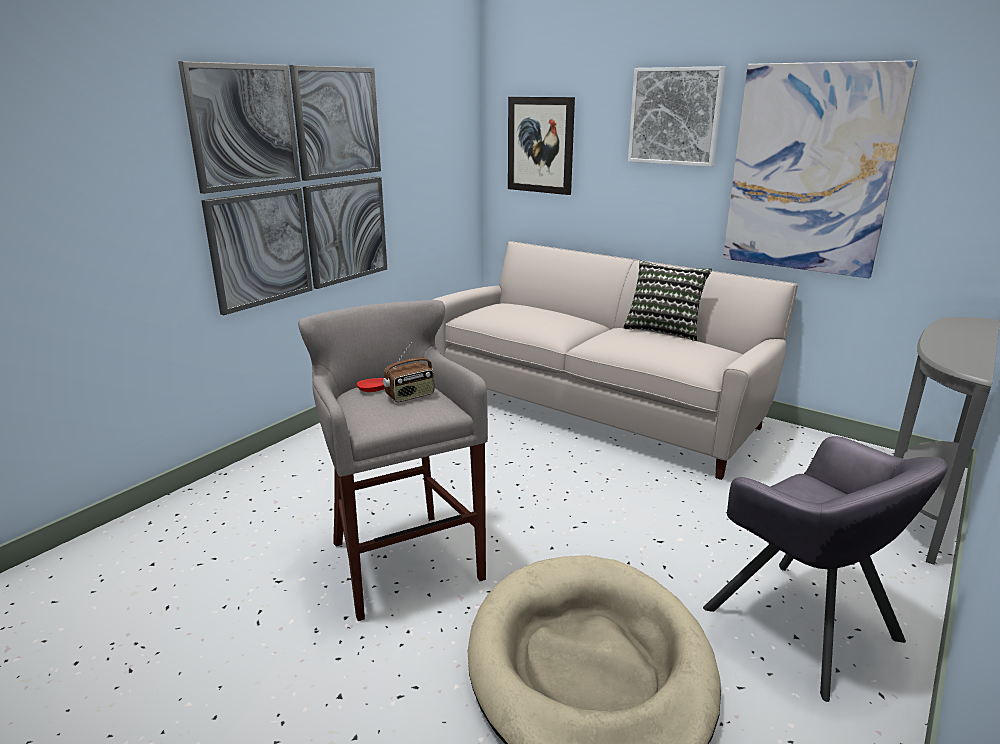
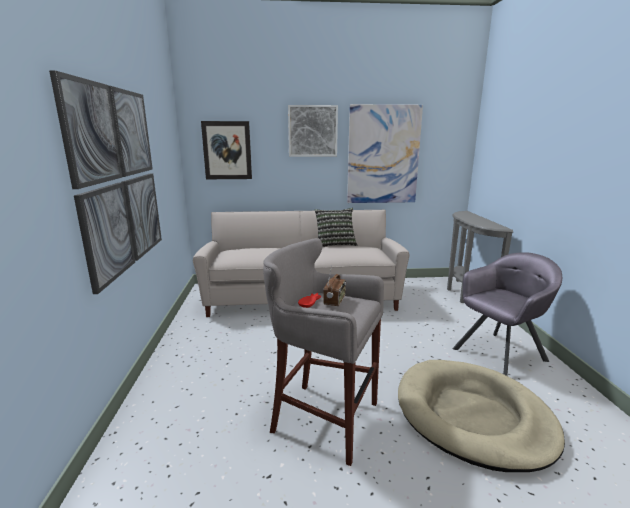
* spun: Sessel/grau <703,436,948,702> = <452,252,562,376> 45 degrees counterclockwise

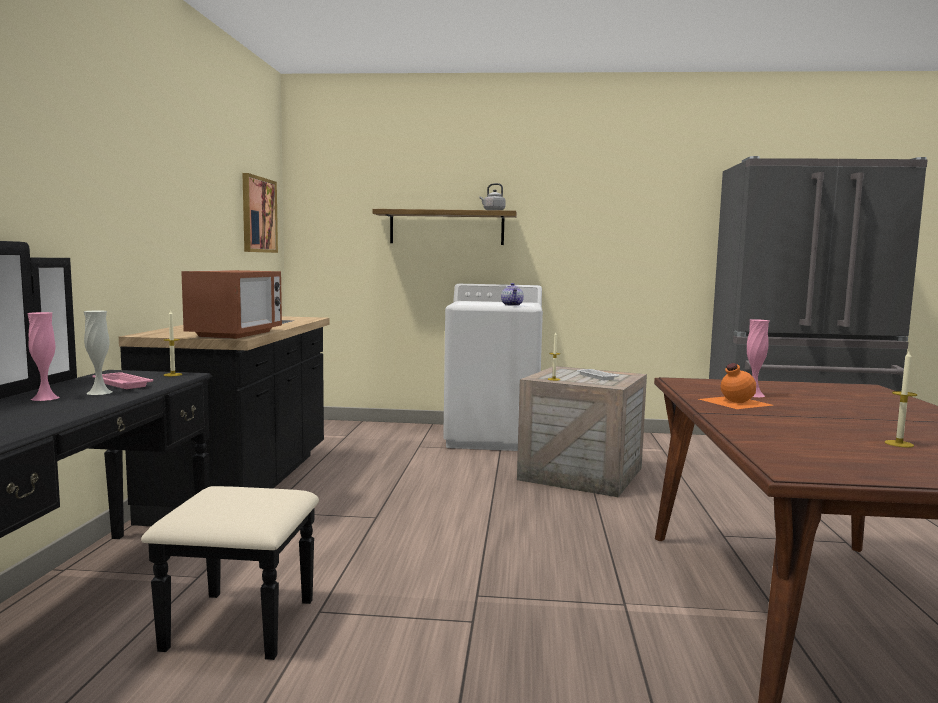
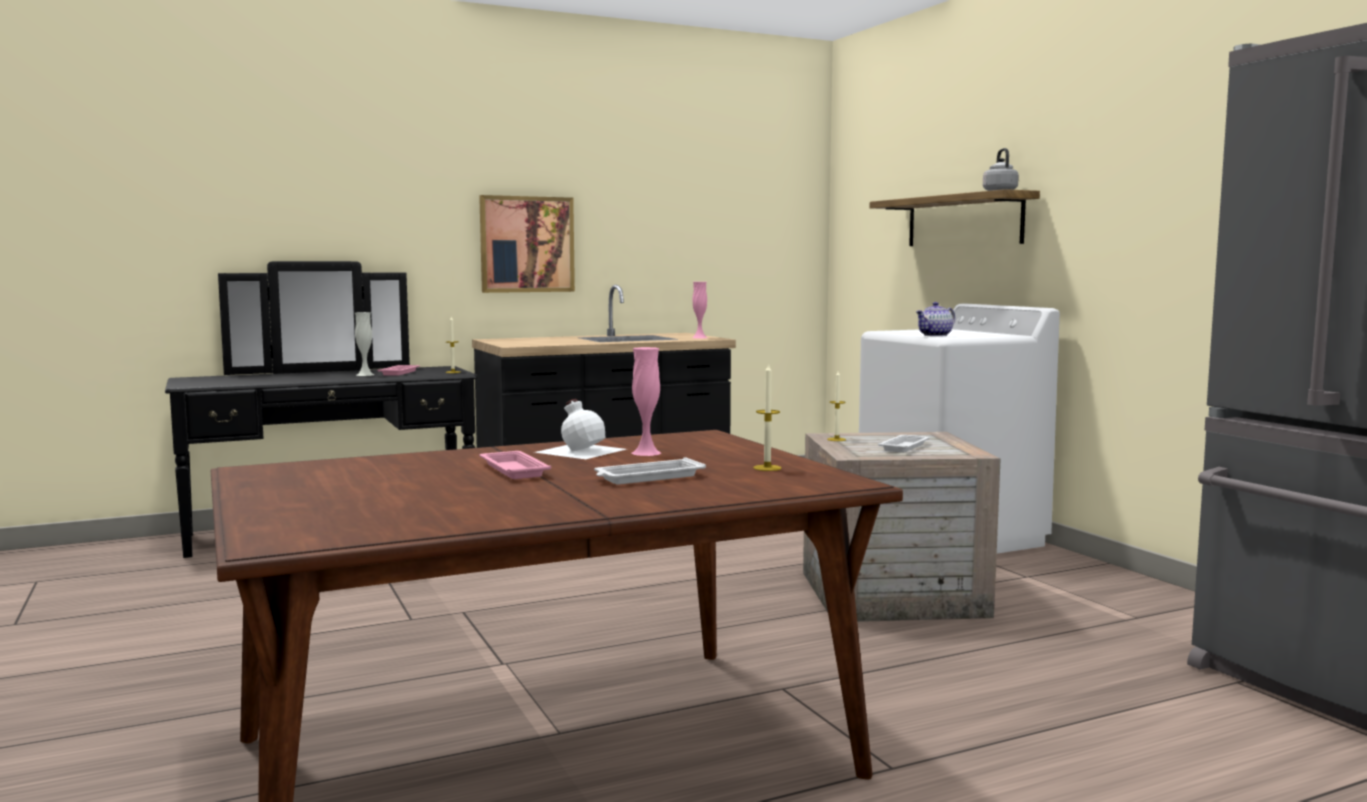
* relocated: Bild <242,173,278,253> to <479,195,575,293>
* missing: Mikrowelle <181,270,282,339>
* relocated: Vase/rosa <27,312,60,401> to <693,282,707,338>
* relocated: Kerze <885,351,917,448> to <753,363,781,471>
* colour: Flasche/orange <699,363,772,409> to Flasche/weiß <535,399,626,459>
* appeared: Tablett/rosa <479,451,551,479>
* appeared: Tablett/weiß <594,457,706,485>

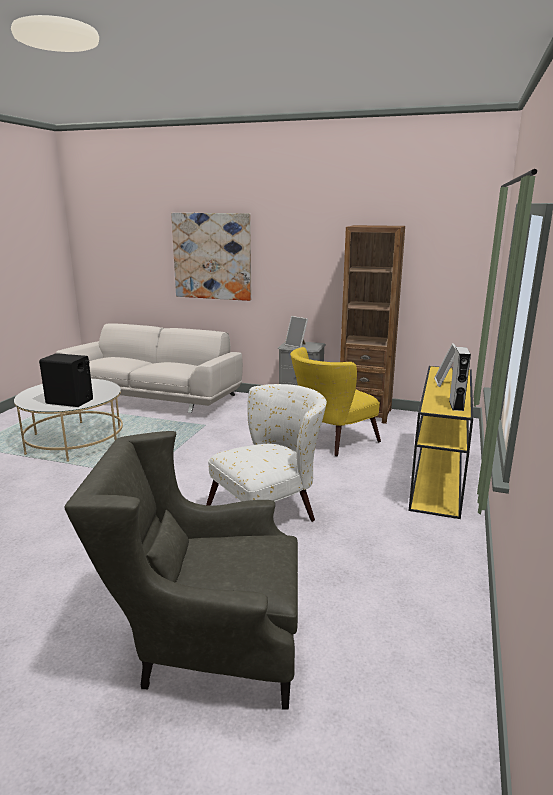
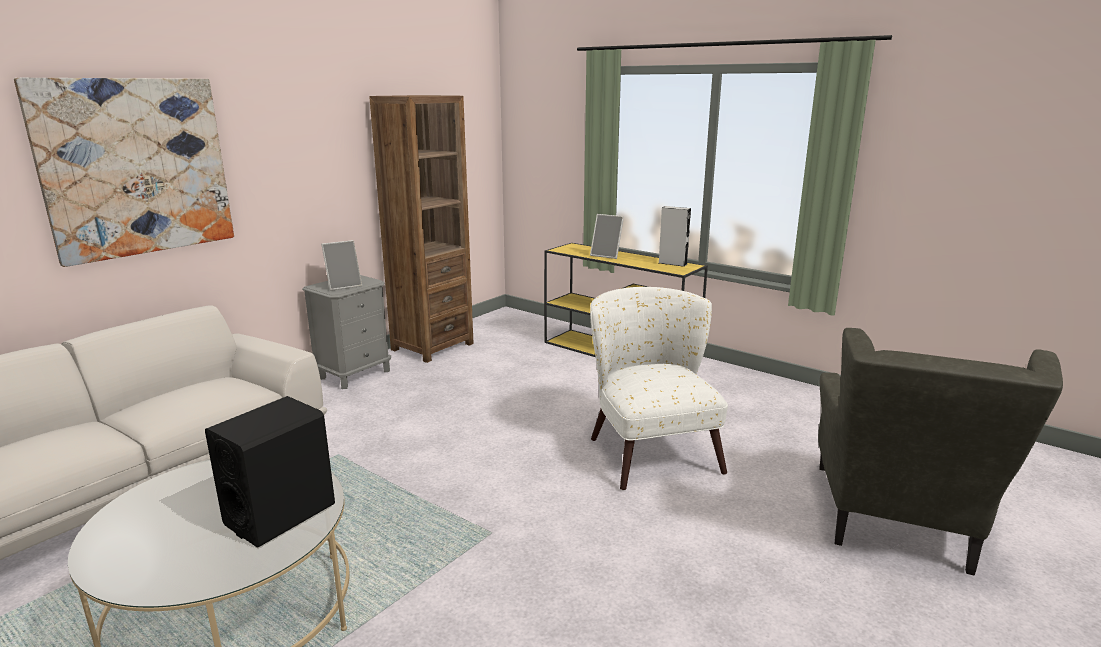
* missing: Sessel/gelb <290,347,381,457>

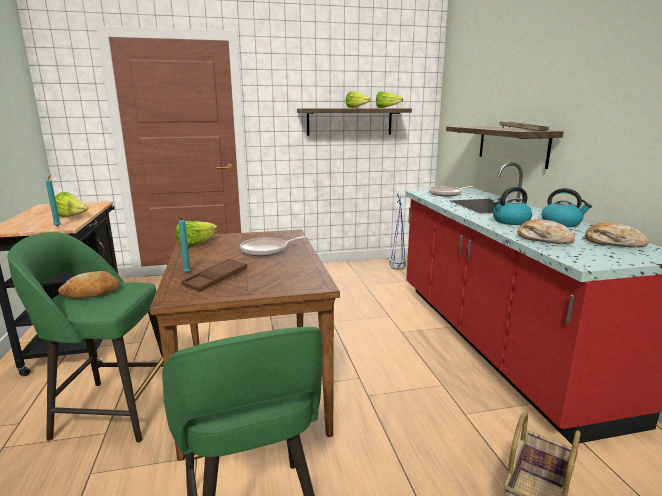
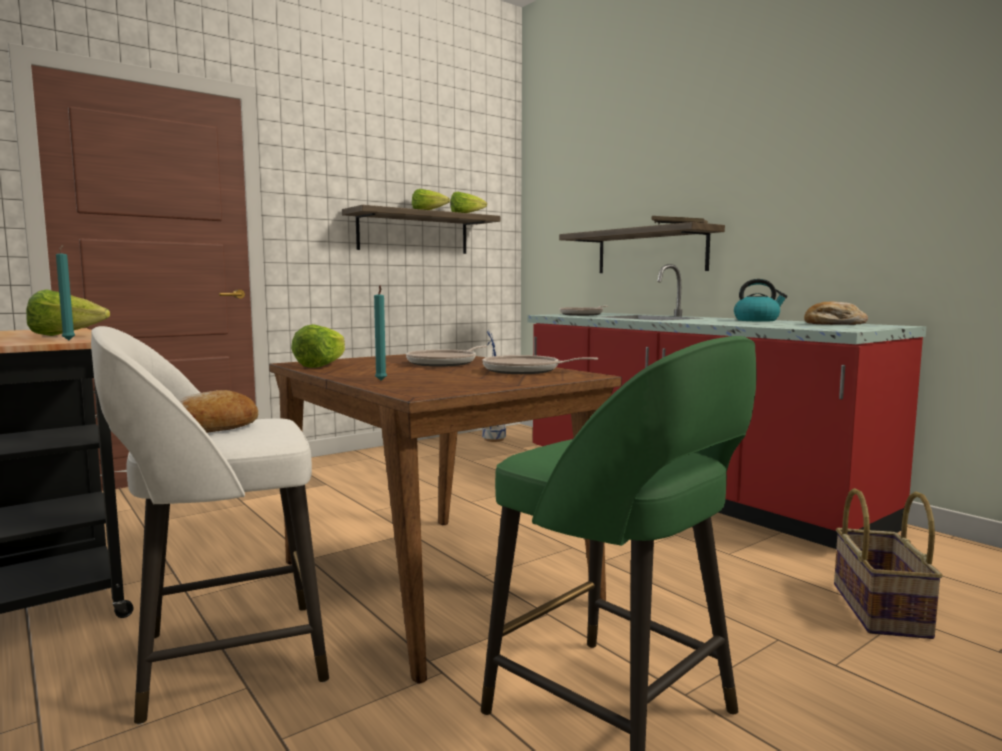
* missing: Wasserkessel <493,187,532,225>
* missing: Brot <518,219,575,244>
* colour: Hocker/grün <7,232,164,442> to Hocker/weiß <91,326,329,725>
* missing: Tablett/braun <181,258,247,292>
* appeared: Pfanne <483,355,598,374>

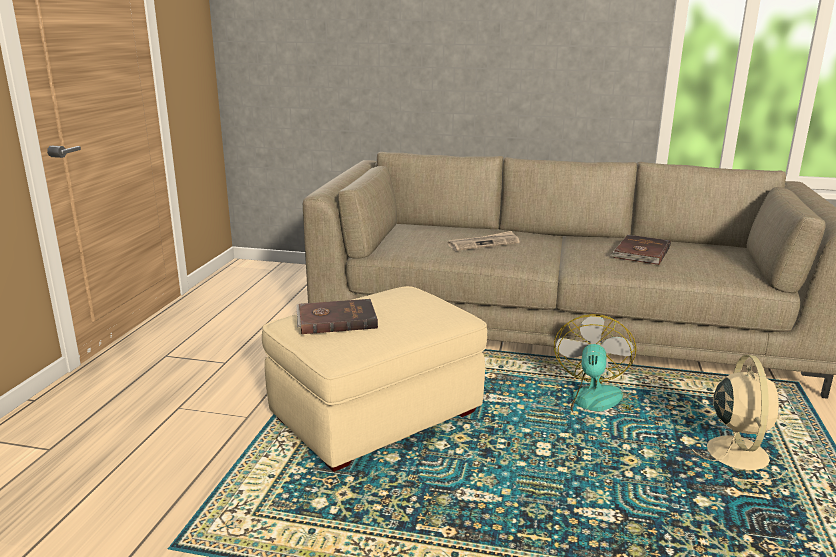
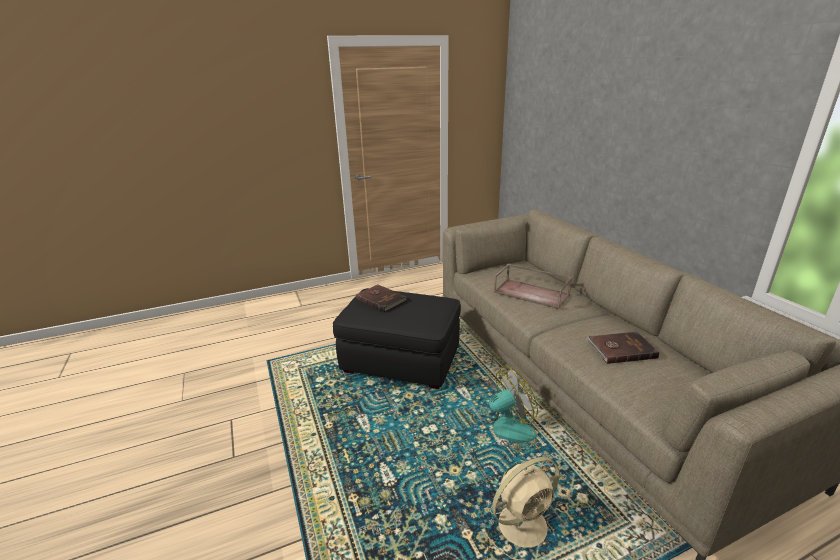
* exchanged: Zeitung <448,231,520,251> to Tablett/braun <493,264,572,309>
* colour: Polsterhocker/beige <262,286,487,472> to Polsterhocker/schwarz <333,288,461,389>

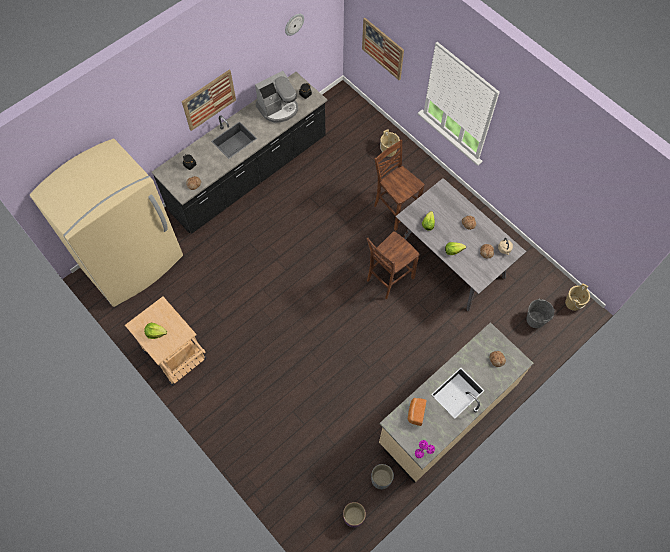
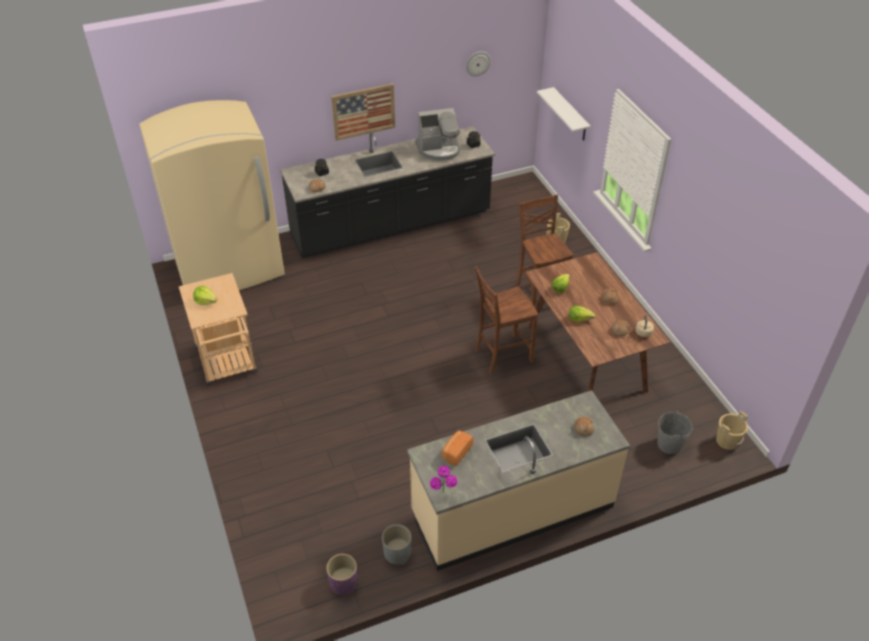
* exchanged: Bild <362,18,404,80> to Wandregal/weiß <537,87,591,141>
* colour: Esstisch/grau <396,178,526,311> to Esstisch/braun <525,252,670,393>

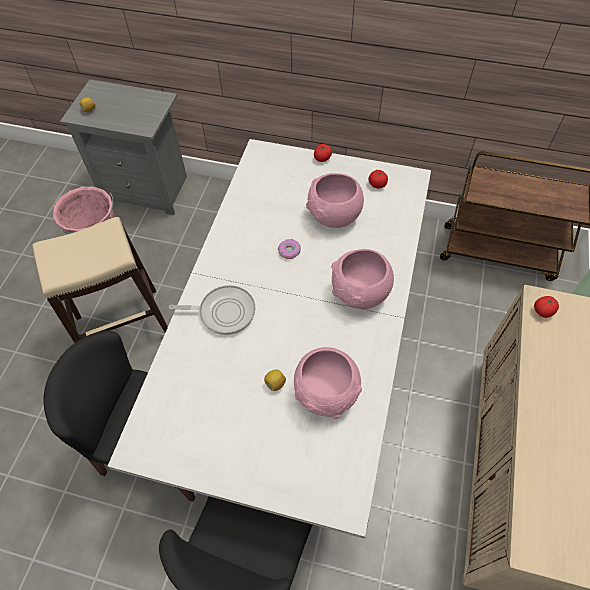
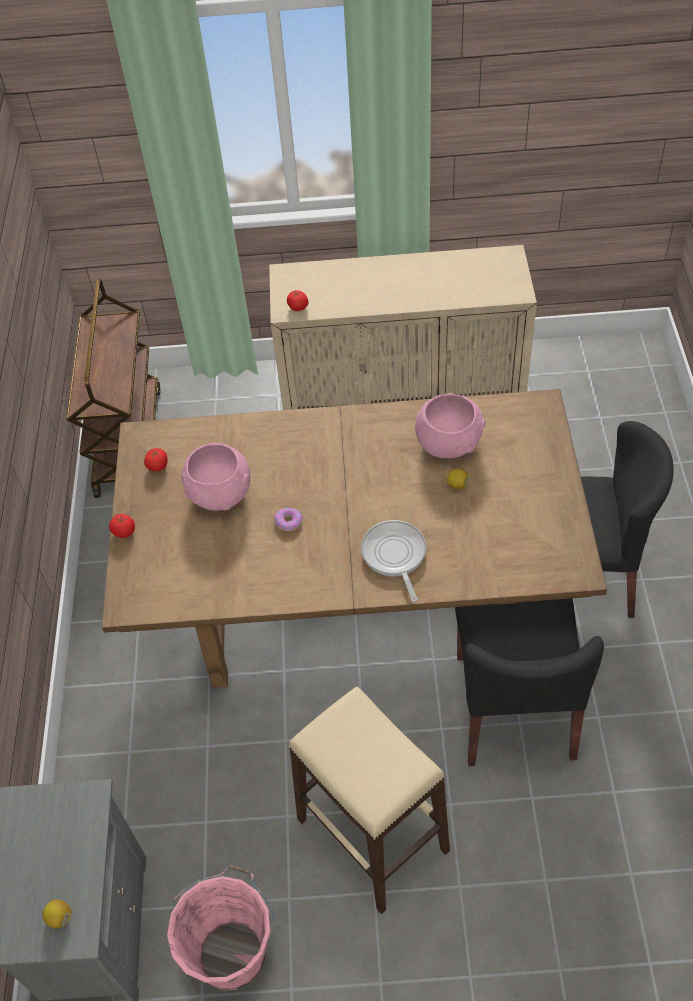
* colour: Esstisch/weiß <107,139,431,539> to Esstisch/braun <102,389,607,688>
* missing: Schüssel/rosa <331,249,394,309>

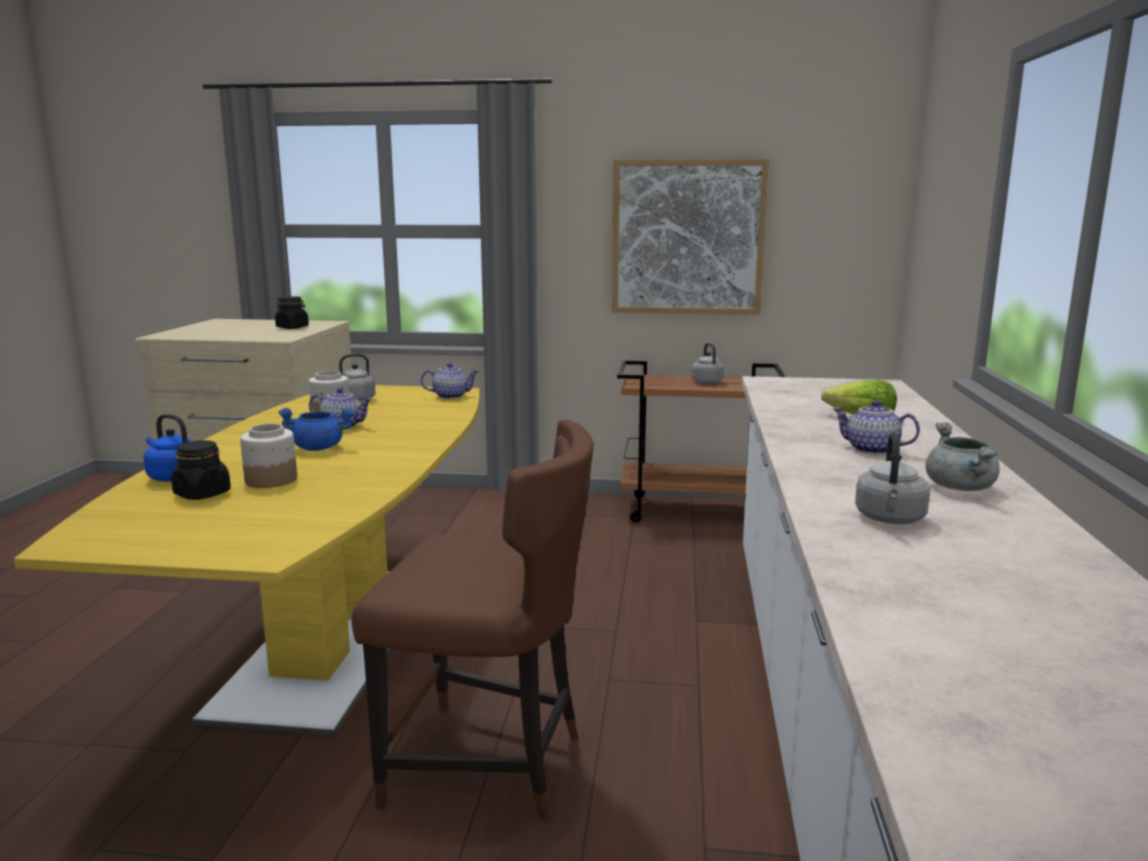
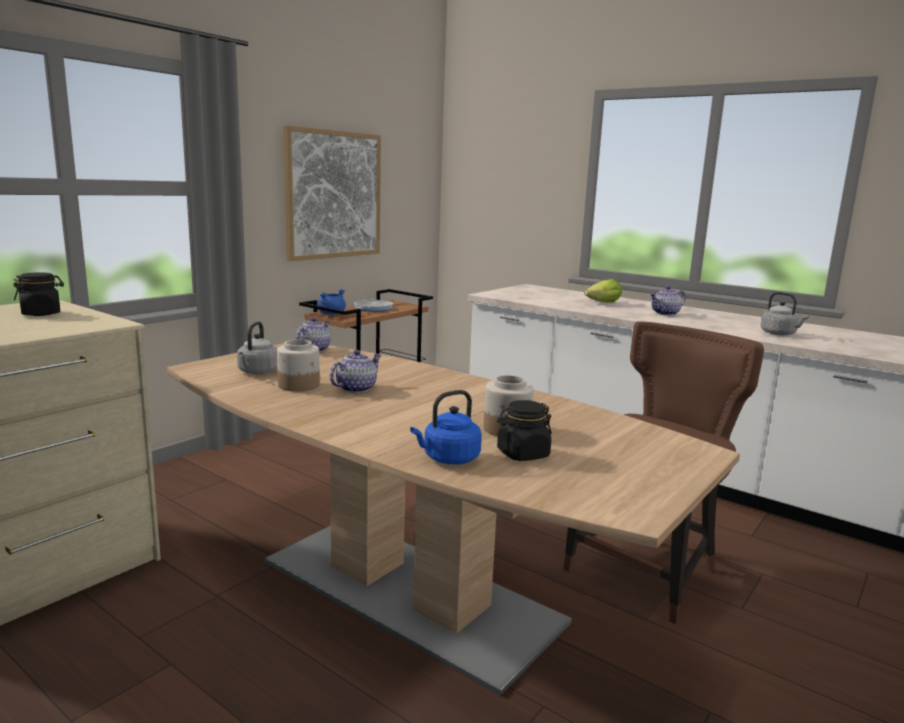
* exchanged: Wasserkessel/grau <691,343,724,384> to Pfanne <354,300,393,312>
* colour: Esstisch/gelb <14,385,480,736> to Esstisch/braun <167,343,740,696>
* relocated: Kochtopf/blau <278,408,355,451> to <317,289,346,315>
* missing: Kochtopf/grau <925,422,1000,491>

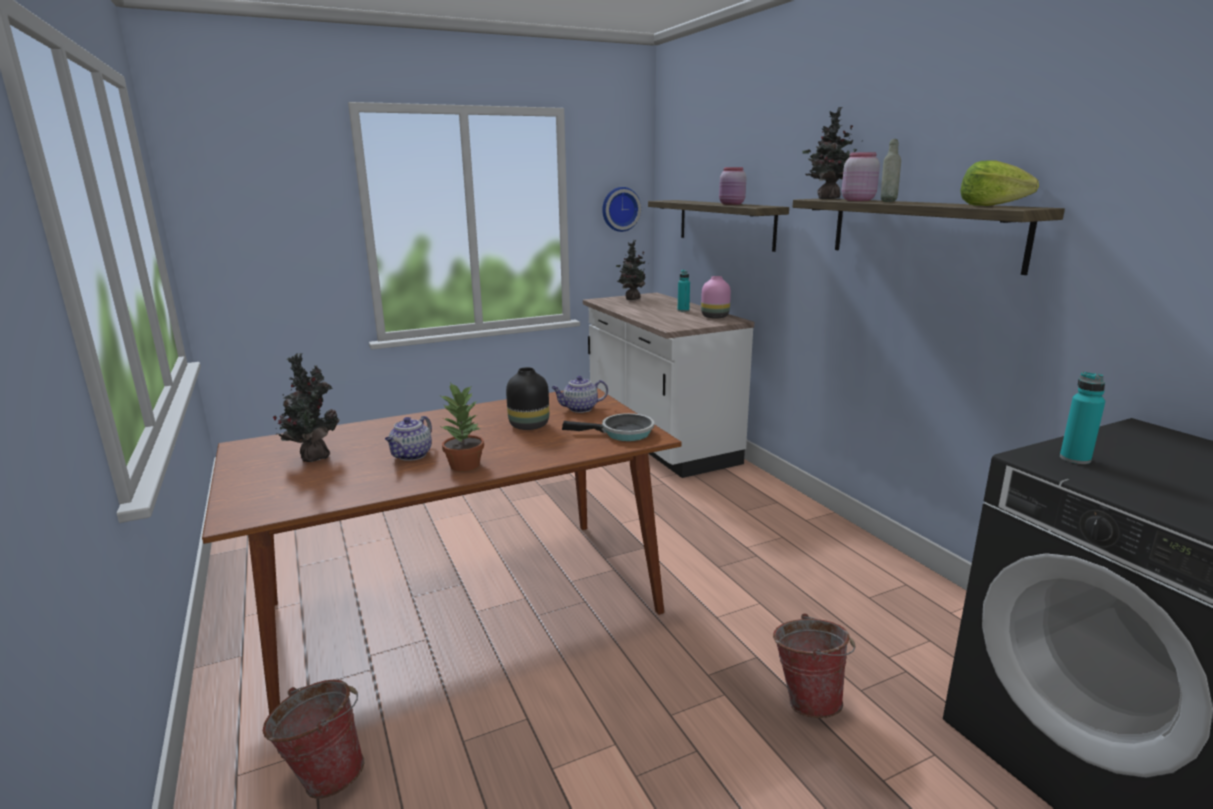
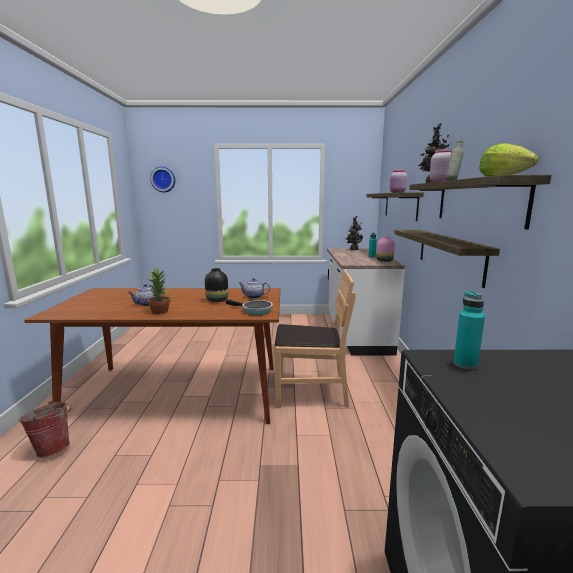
* relocated: Wanduhr <602,187,641,232> to <150,166,175,192>
* missing: Topfpflanze <273,353,340,462>
* missing: Eimer <773,614,855,718>
* appeared: Wandregal <394,230,500,288>
* appeared: Stuhl/braun <275,270,356,408>

